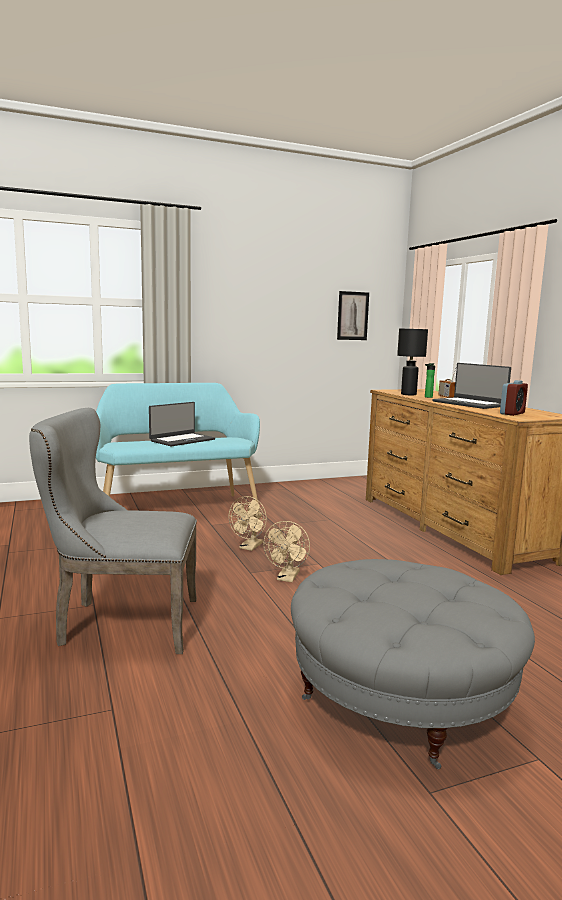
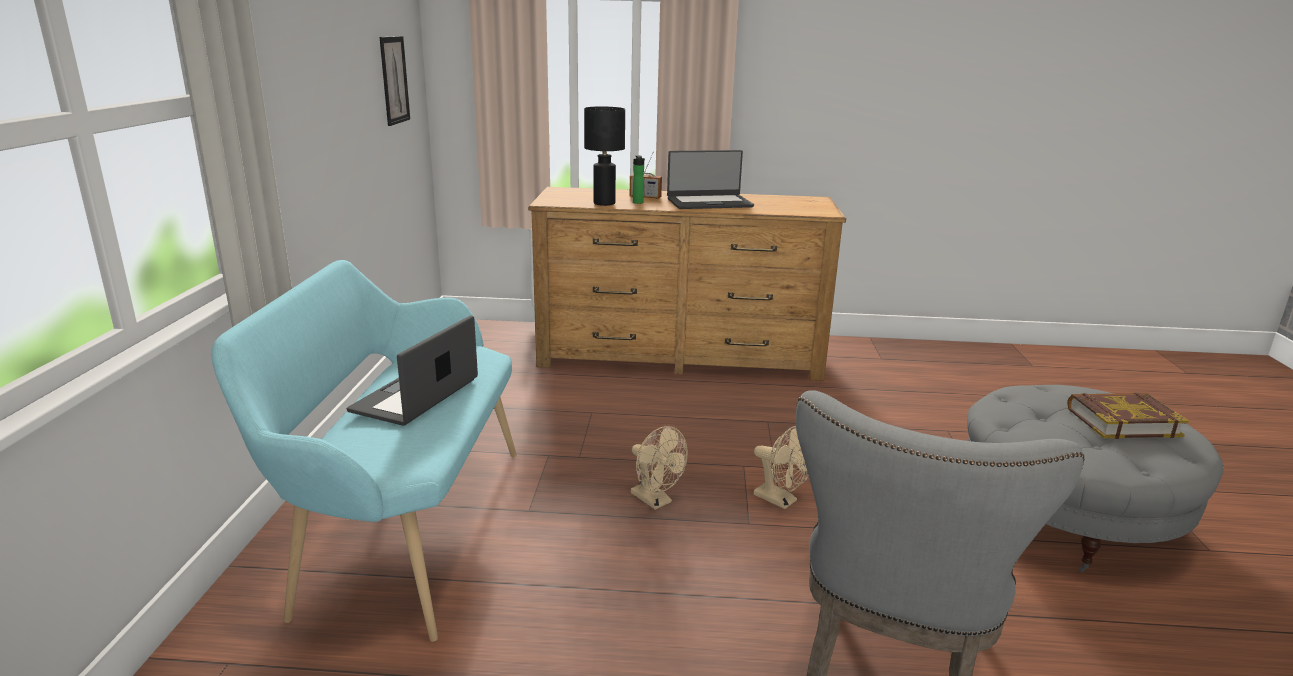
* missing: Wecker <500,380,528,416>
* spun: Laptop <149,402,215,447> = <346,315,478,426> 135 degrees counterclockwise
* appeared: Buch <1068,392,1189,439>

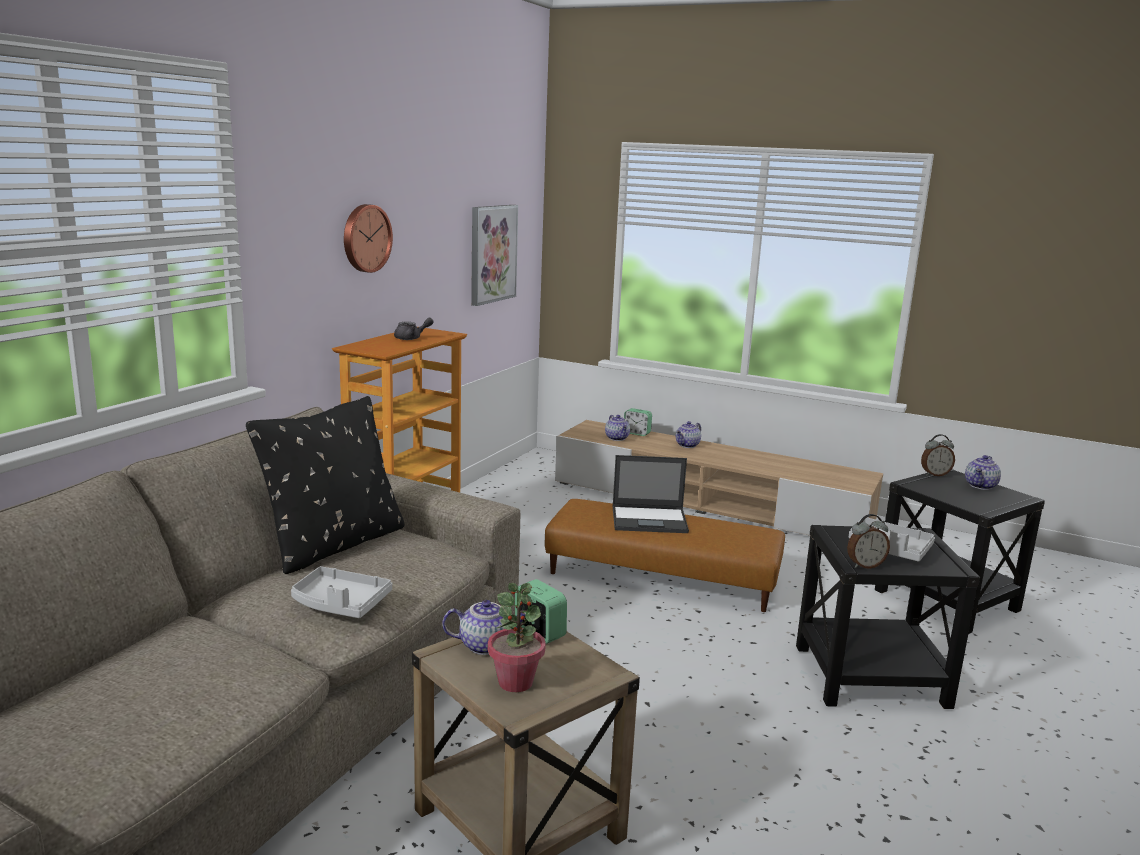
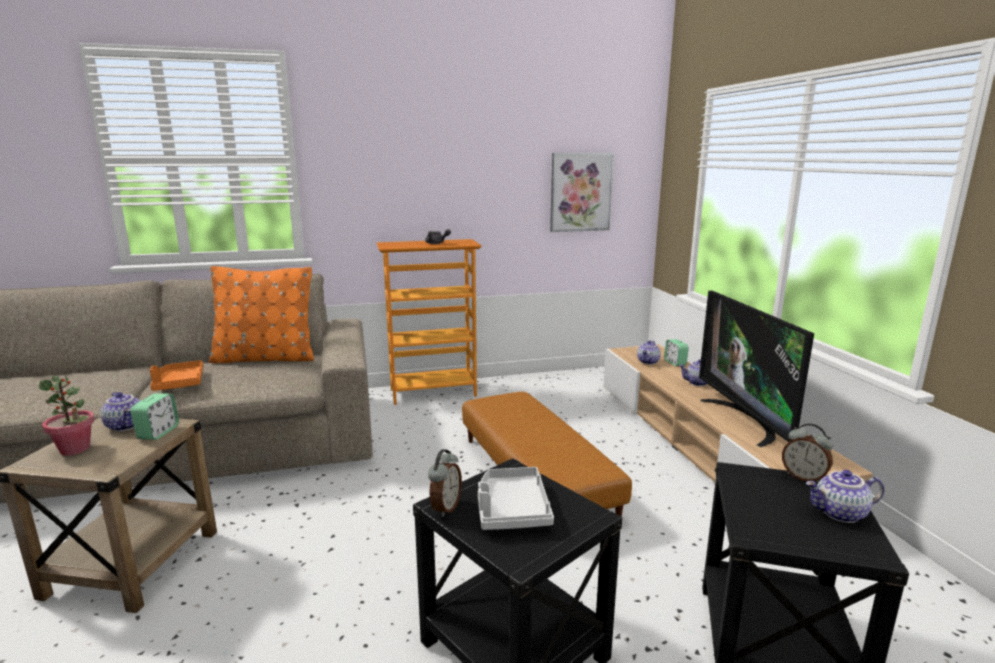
* missing: Wanduhr <344,204,393,273>
* colour: Kissen/schwarz <246,396,405,574> to Kissen/orange <209,266,314,363>
* missing: Laptop <613,455,689,533>
* spun: Wecker <847,514,890,569> = <428,449,462,517> 105 degrees counterclockwise
* colour: Tablett/grau <291,566,392,618> to Tablett/orange <150,360,203,391>
* appeared: Fernseher <699,291,814,447>

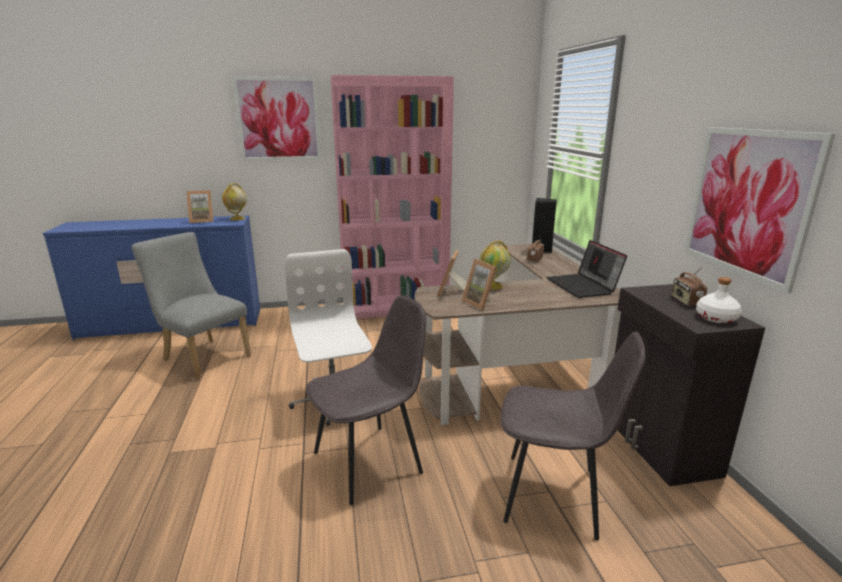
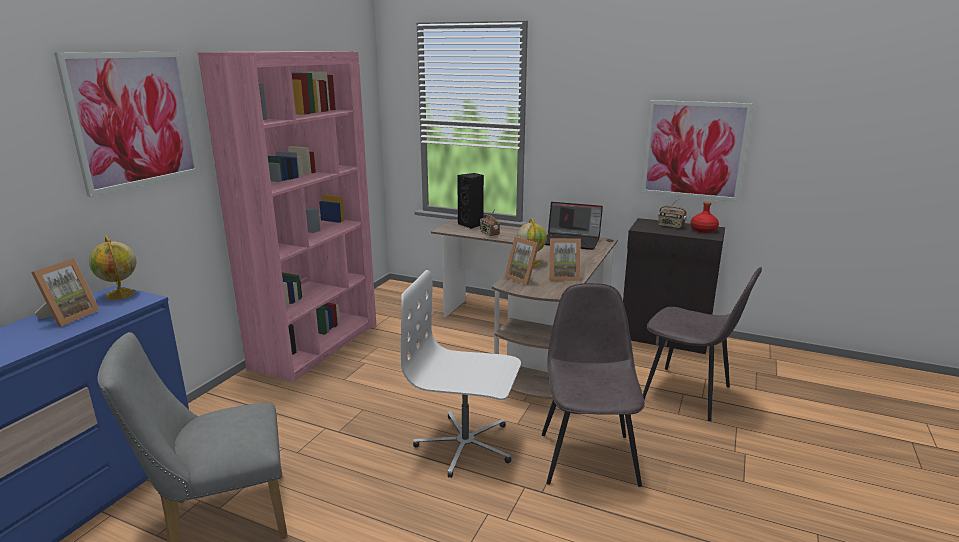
* colour: Flasche/weiß <696,277,742,323> to Flasche/rot <690,201,719,233>
* spun: Stuhl/grau <501,331,645,540> = <643,267,762,421> 75 degrees clockwise

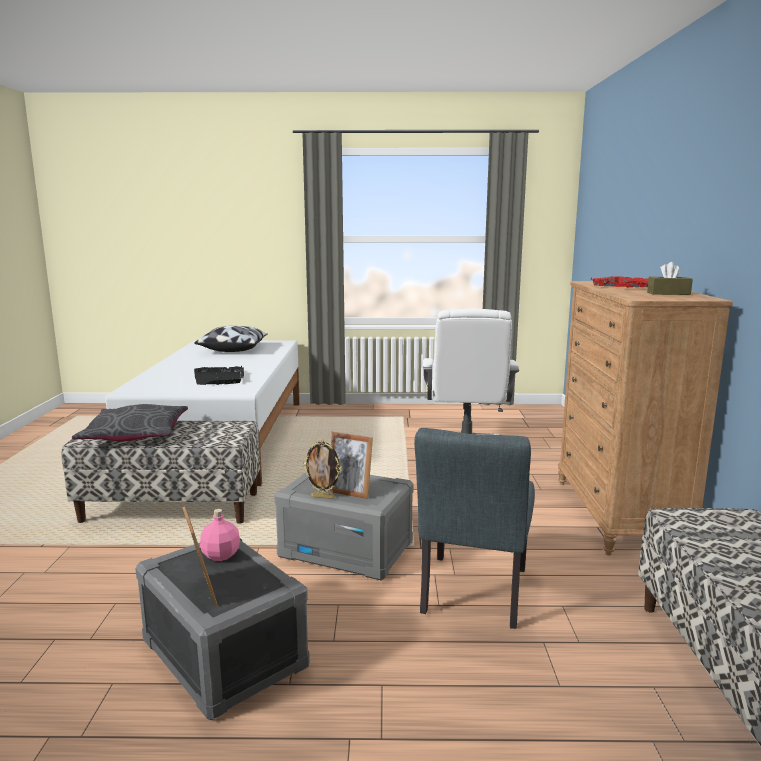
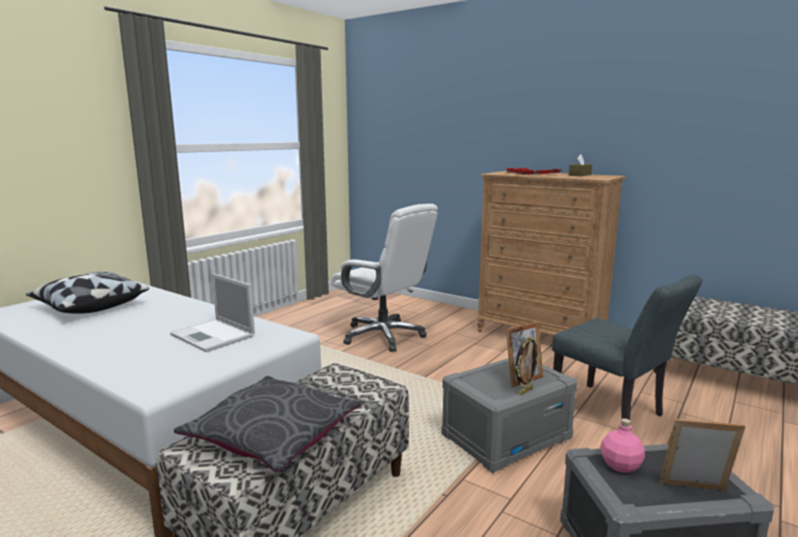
* exchanged: Tablett/schwarz <194,366,244,385> to Laptop <170,273,255,352>

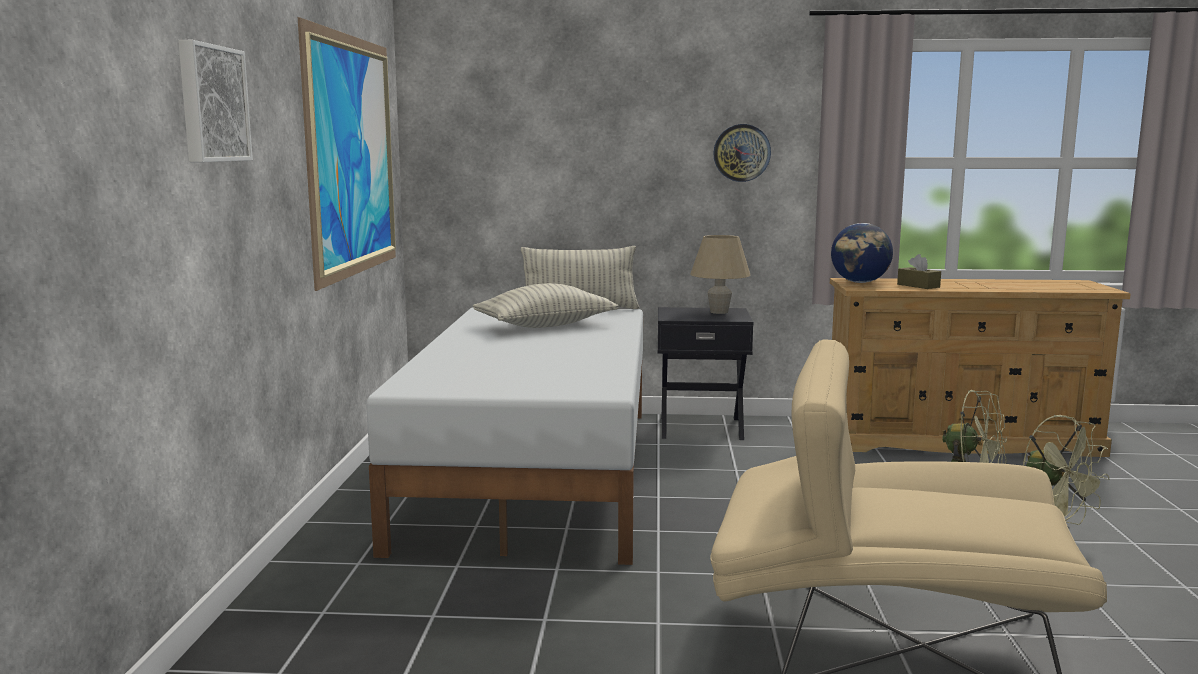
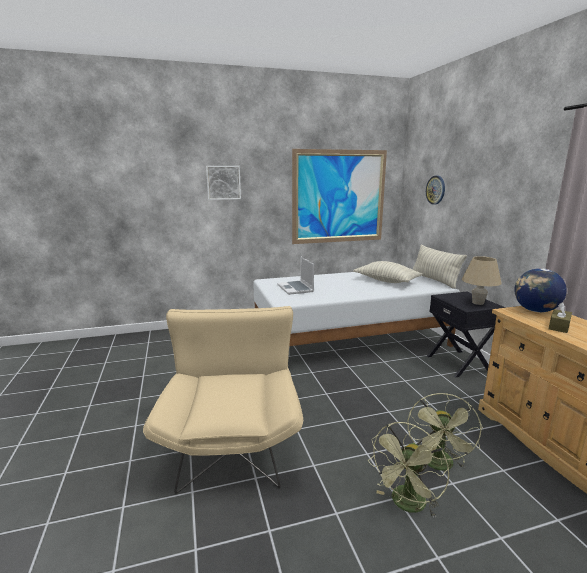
* relocated: Wanduhr <713,124,771,182> to <426,176,445,205>
* appeared: Laptop <277,257,314,295>

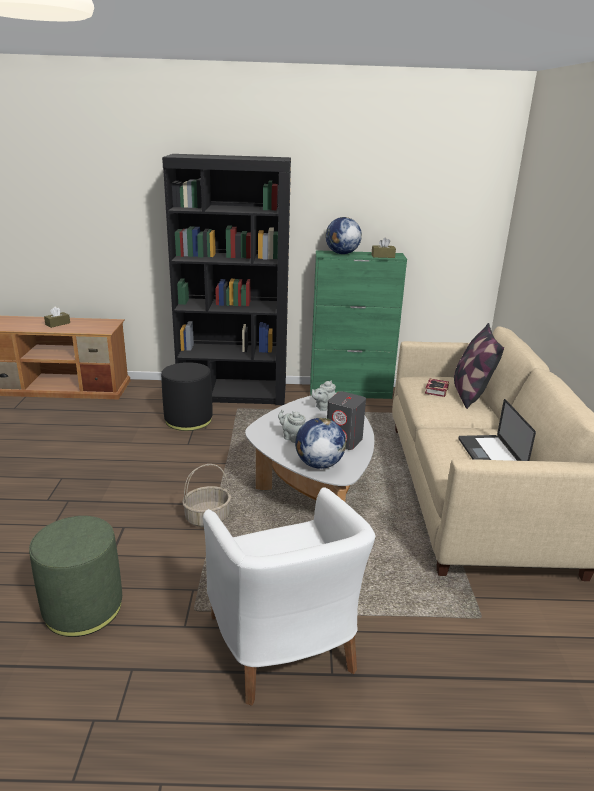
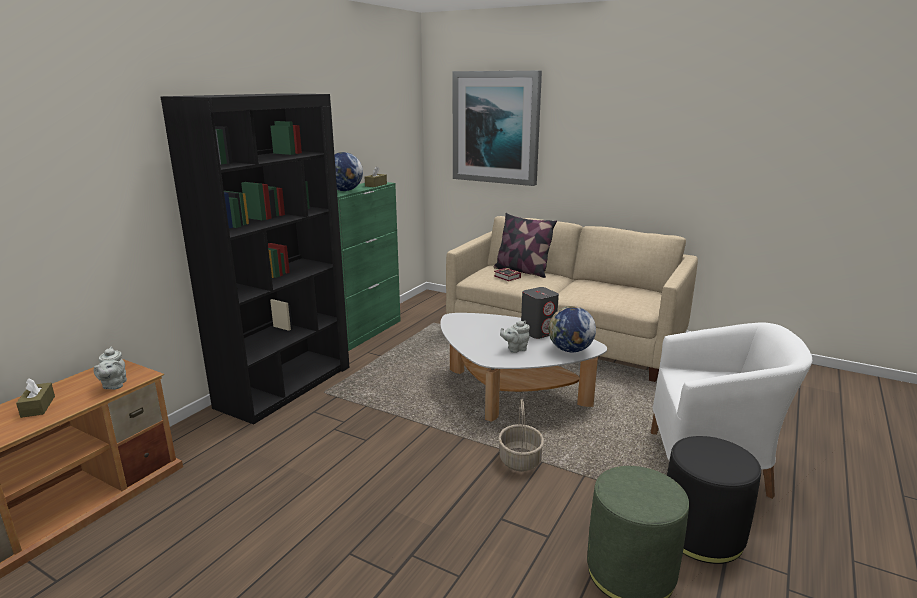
* relocated: Polsterhocker/schwarz <161,362,213,431> to <667,436,761,564>
* relocated: Teekanne/grau <312,381,336,411> to <94,346,127,390>
* missing: Laptop <458,399,536,461>
* appeared: Bild <452,71,542,186>

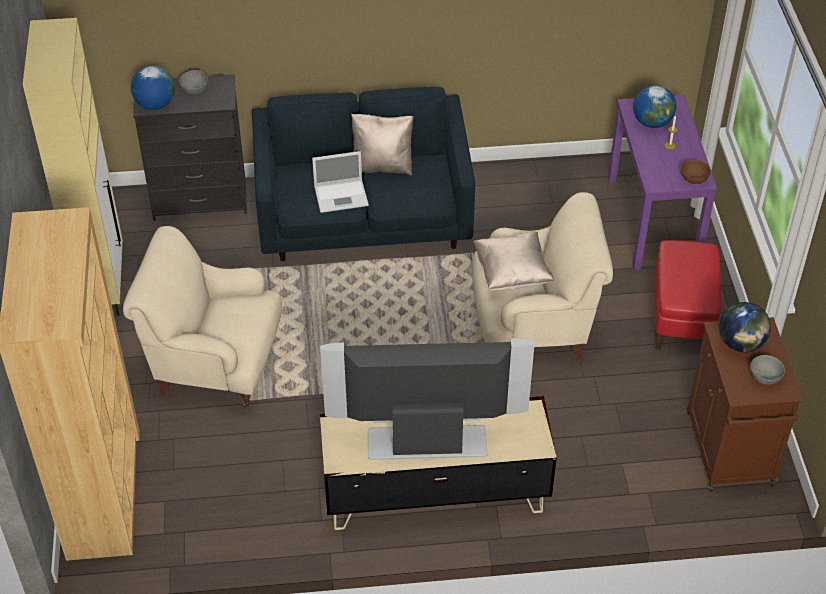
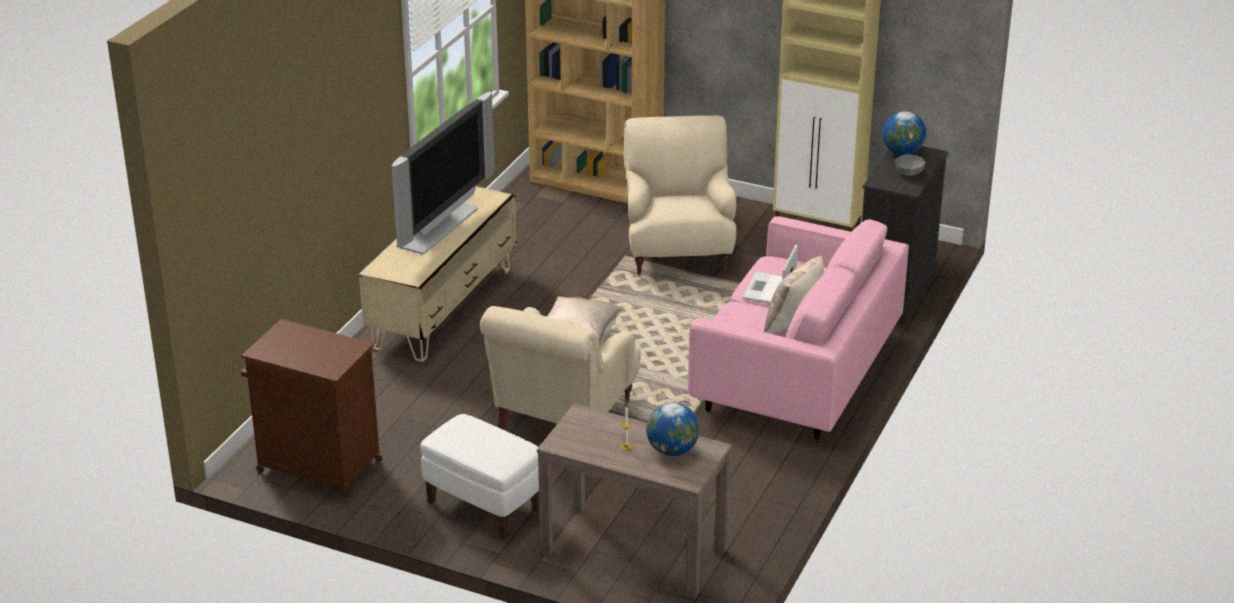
* colour: Sofa/blau <252,87,475,261> to Sofa/rosa <688,216,909,440>
* colour: Konsolentisch/lila <608,95,717,270> to Konsolentisch/braun <537,403,732,599>
* missing: Schüssel/braun <681,160,711,184>
* spun: Sessel/beige <123,226,282,407> = <624,115,737,276> 45 degrees counterclockwise
* colour: Polsterhocker/rot <654,240,721,350> to Polsterhocker/weiß <420,414,539,539>
* missing: Globus <719,302,771,352>
* missing: Schüssel/grau <750,355,785,385>

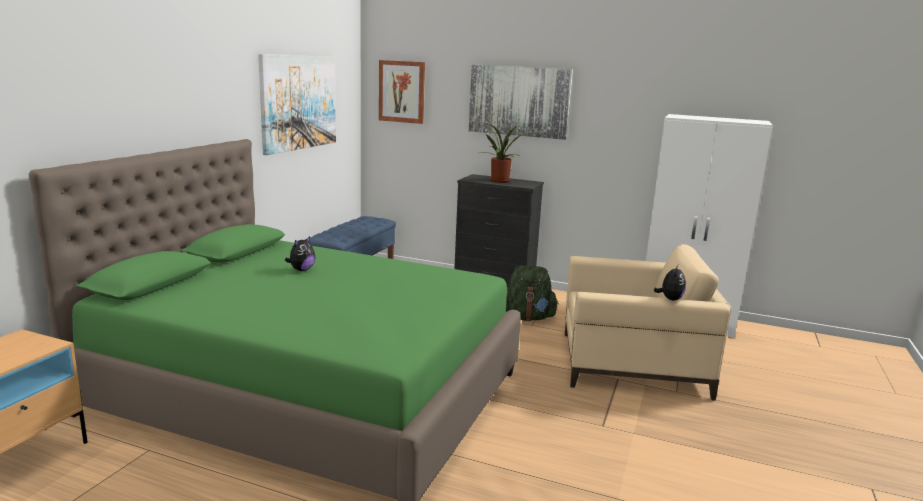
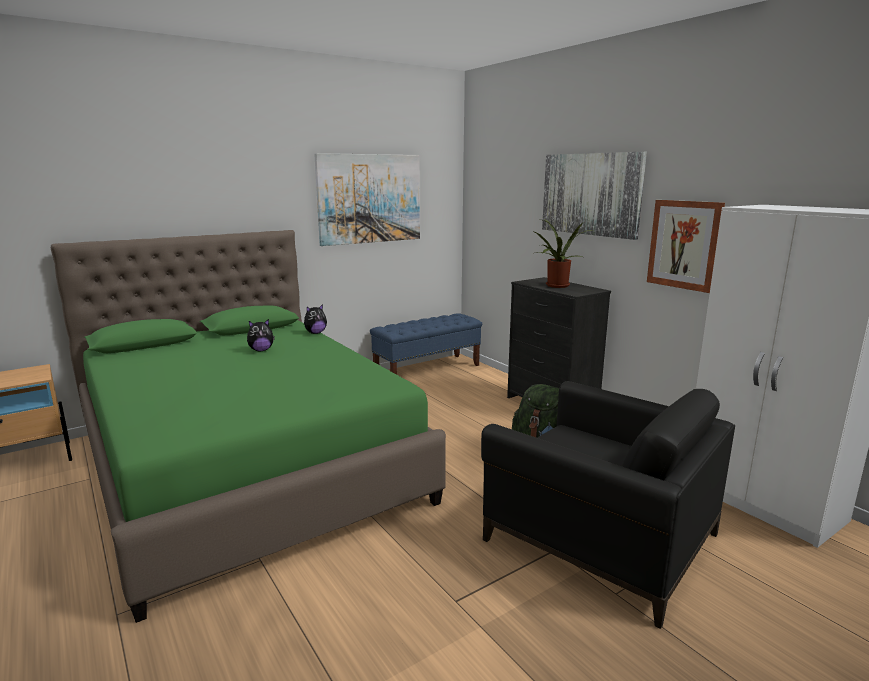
* relocated: Bild <379,60,425,124> to <647,200,725,293>
* colour: Sessel/beige <565,244,731,401> to Sessel/schwarz <481,381,735,629>
* relocated: Plüschtier <654,265,686,301> to <304,304,327,334>

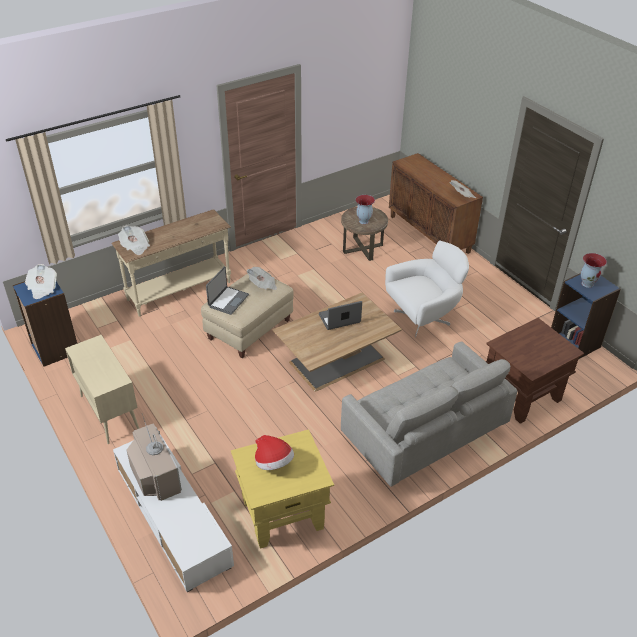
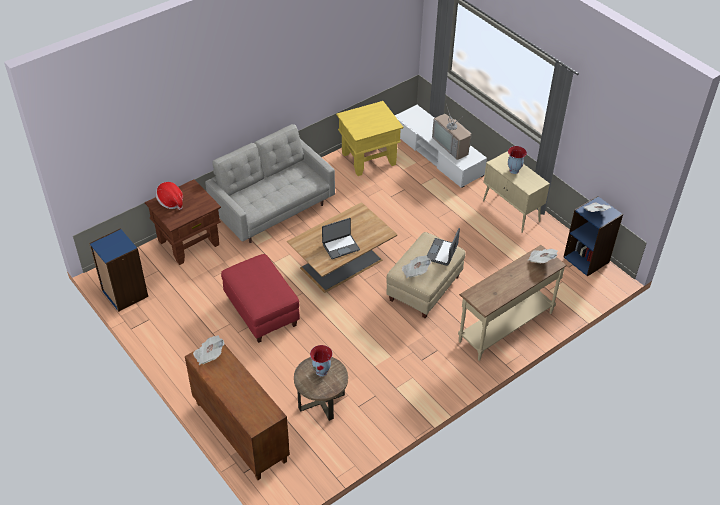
* exchanged: Sessel/weiß <385,241,469,337> to Polsterhocker/rot <221,254,300,343>
* relocated: Vase <581,253,607,288> to <508,146,527,174>
* relocated: Hut <255,435,294,470> to <156,182,183,210>

